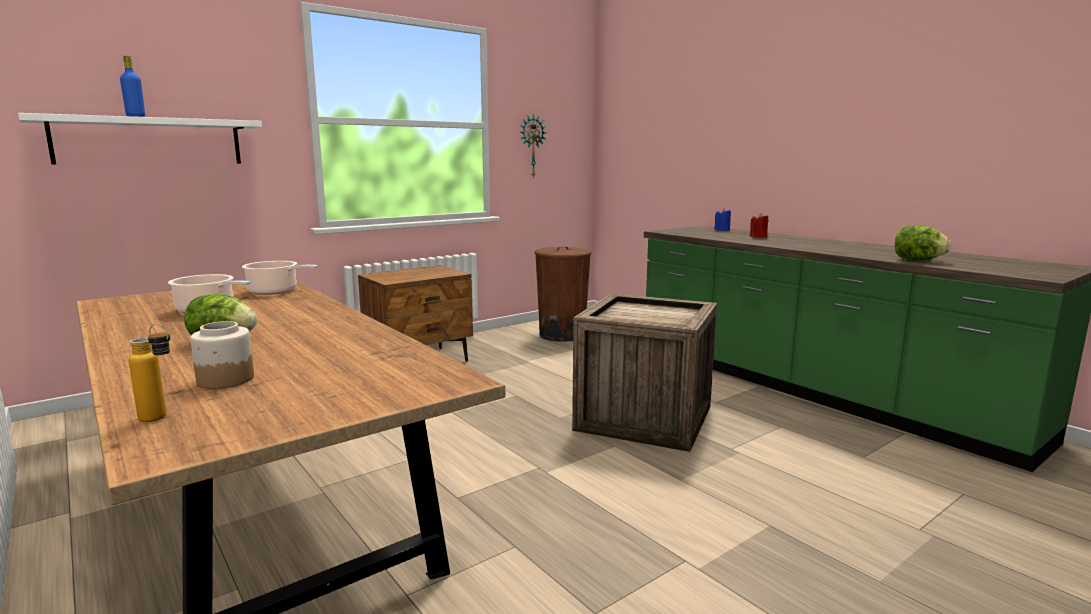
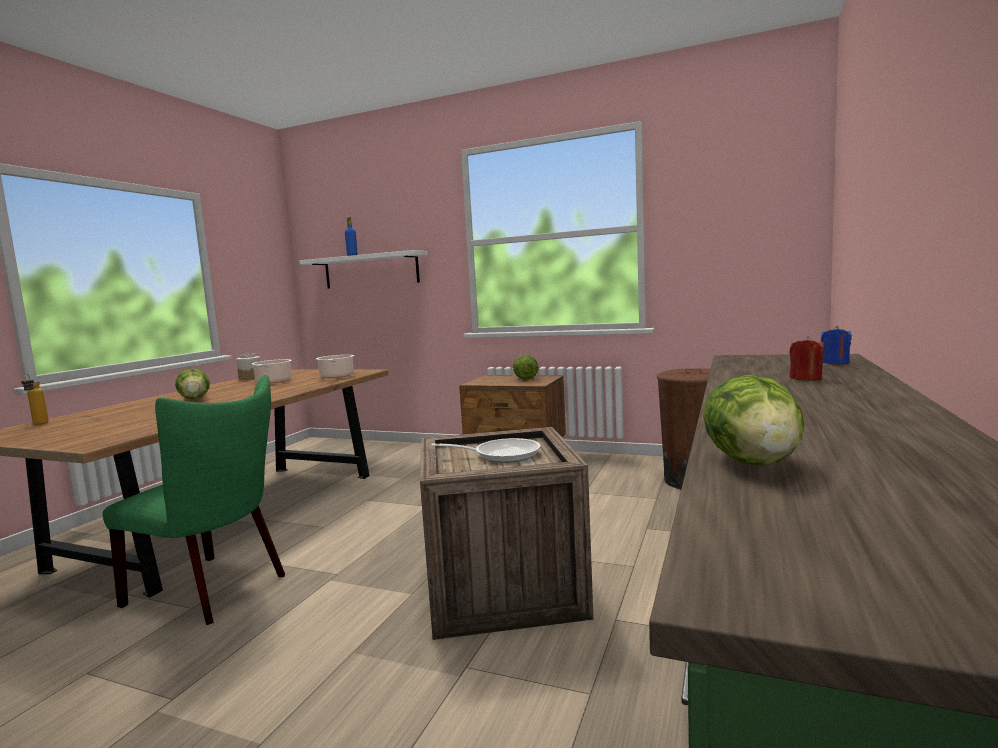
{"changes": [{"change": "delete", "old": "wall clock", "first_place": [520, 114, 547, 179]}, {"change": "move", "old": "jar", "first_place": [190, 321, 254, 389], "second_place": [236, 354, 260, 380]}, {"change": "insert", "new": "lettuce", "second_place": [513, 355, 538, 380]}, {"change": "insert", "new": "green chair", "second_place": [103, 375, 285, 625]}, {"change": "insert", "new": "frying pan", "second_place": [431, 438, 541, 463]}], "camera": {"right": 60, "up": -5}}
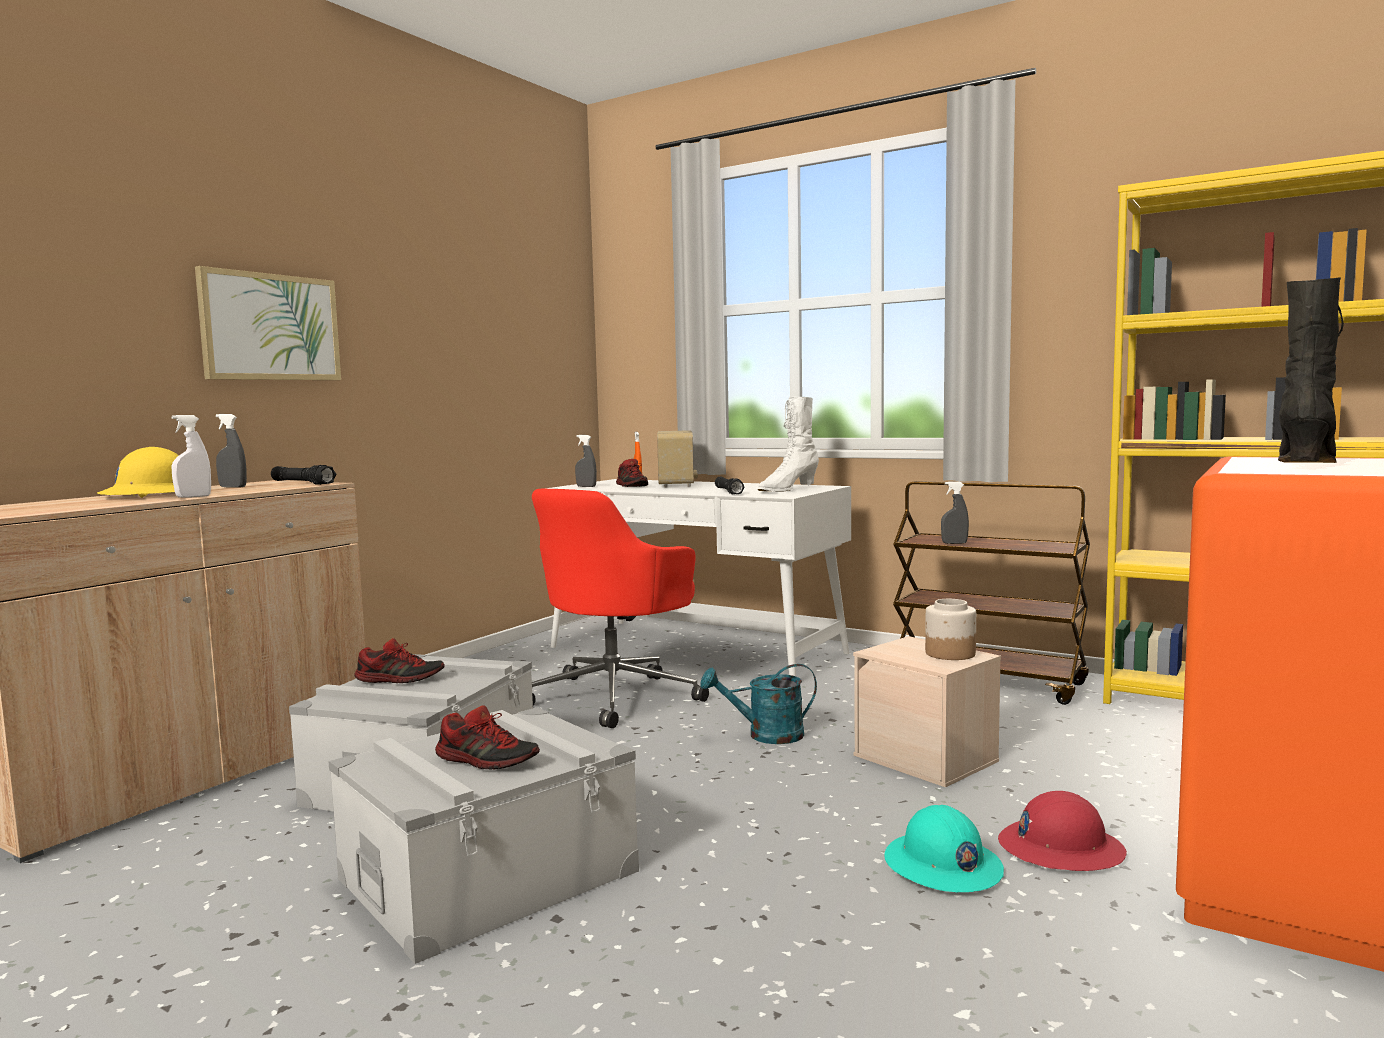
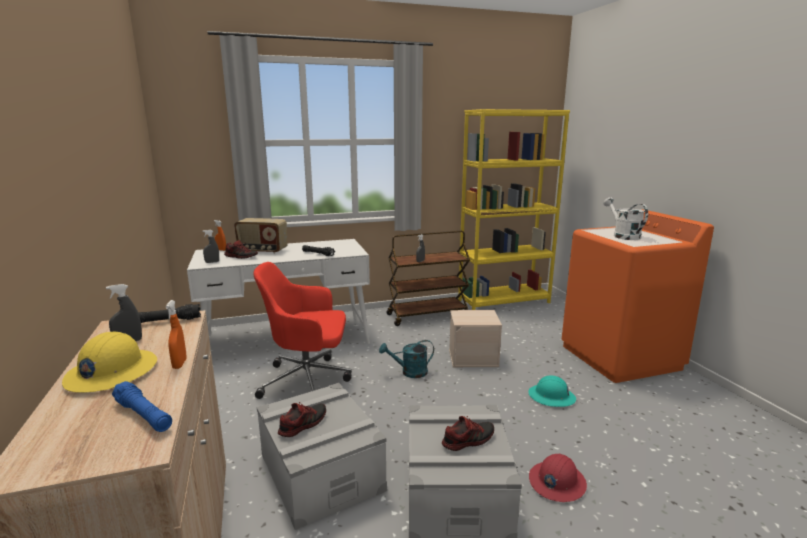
{"changes": [{"change": "delete", "old": "picture", "first_place": [195, 266, 341, 380]}, {"change": "replace", "old": "black boot", "new": "white watering can", "first_place": [1278, 277, 1344, 463], "second_place": [604, 197, 648, 240]}, {"change": "delete", "old": "white boot", "first_place": [758, 396, 819, 491]}, {"change": "recolor", "old": "white spray bottle", "new": "orange spray bottle", "first_place": [171, 415, 211, 498], "second_place": [166, 300, 187, 369]}, {"change": "rotate", "old": "radio", "first_place": [657, 430, 698, 487], "second_place": [234, 218, 288, 254], "degrees": 150}, {"change": "rotate", "old": "red office chair", "first_place": [532, 489, 709, 728], "second_place": [253, 262, 352, 399], "degrees": 105}, {"change": "delete", "old": "jar", "first_place": [925, 599, 976, 660]}, {"change": "rotate", "old": "turquoise watering can", "first_place": [701, 664, 817, 744], "second_place": [379, 340, 434, 378], "degrees": 45}, {"change": "move", "old": "red hard hat", "first_place": [998, 791, 1127, 871], "second_place": [529, 454, 587, 502]}, {"change": "insert", "new": "blue flashlight", "second_place": [112, 381, 172, 432]}], "camera": {"right": -50, "up": 10}}
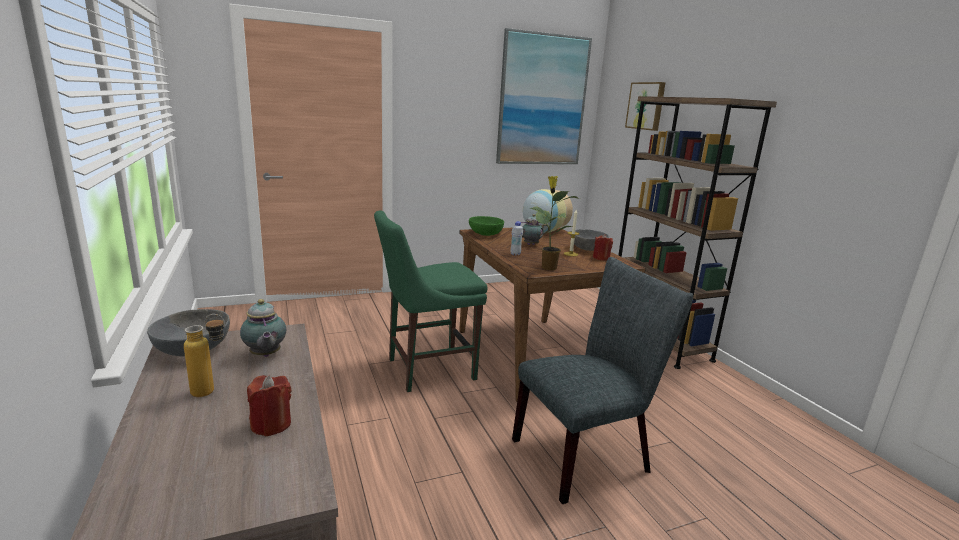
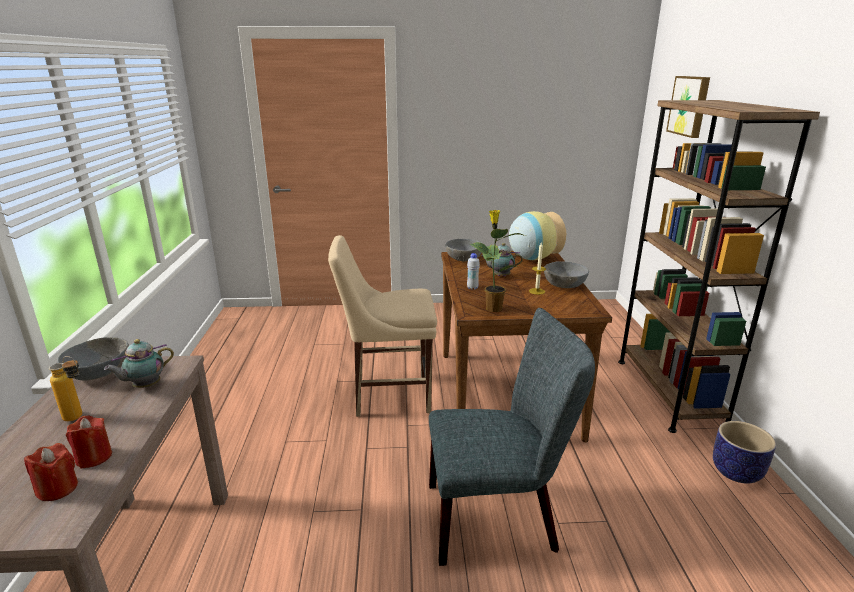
{"changes": [{"change": "delete", "old": "picture", "first_place": [496, 28, 592, 164]}, {"change": "recolor", "old": "green chair", "new": "beige chair", "first_place": [374, 211, 487, 392], "second_place": [328, 235, 437, 417]}, {"change": "recolor", "old": "green bowl", "new": "grey bowl", "first_place": [469, 216, 504, 236], "second_place": [445, 239, 482, 261]}, {"change": "move", "old": "red candle", "first_place": [593, 234, 613, 261], "second_place": [24, 443, 78, 501]}, {"change": "rotate", "old": "teapot", "first_place": [240, 299, 286, 357], "second_place": [104, 339, 174, 388], "degrees": 60}, {"change": "insert", "new": "planter", "second_place": [713, 421, 776, 484]}], "camera": {"right": 20, "up": 5}}
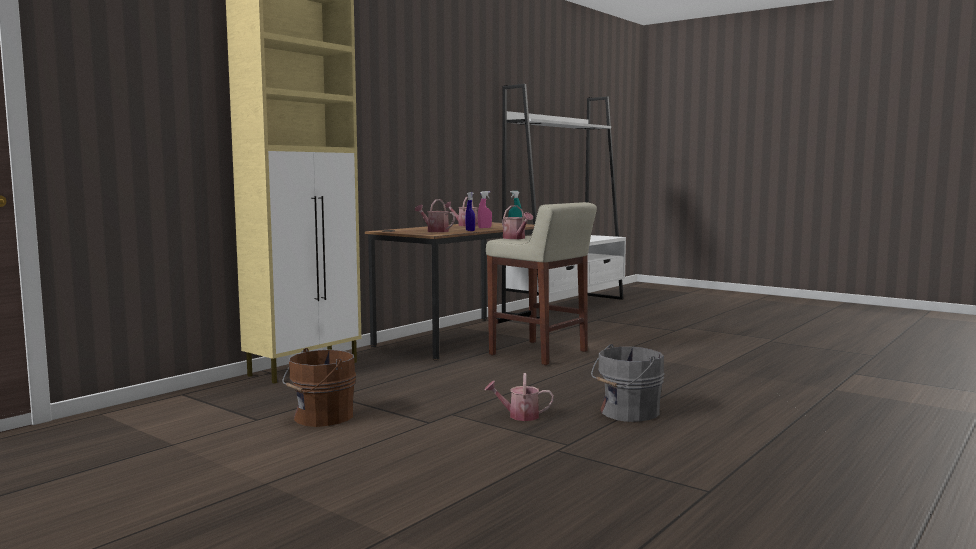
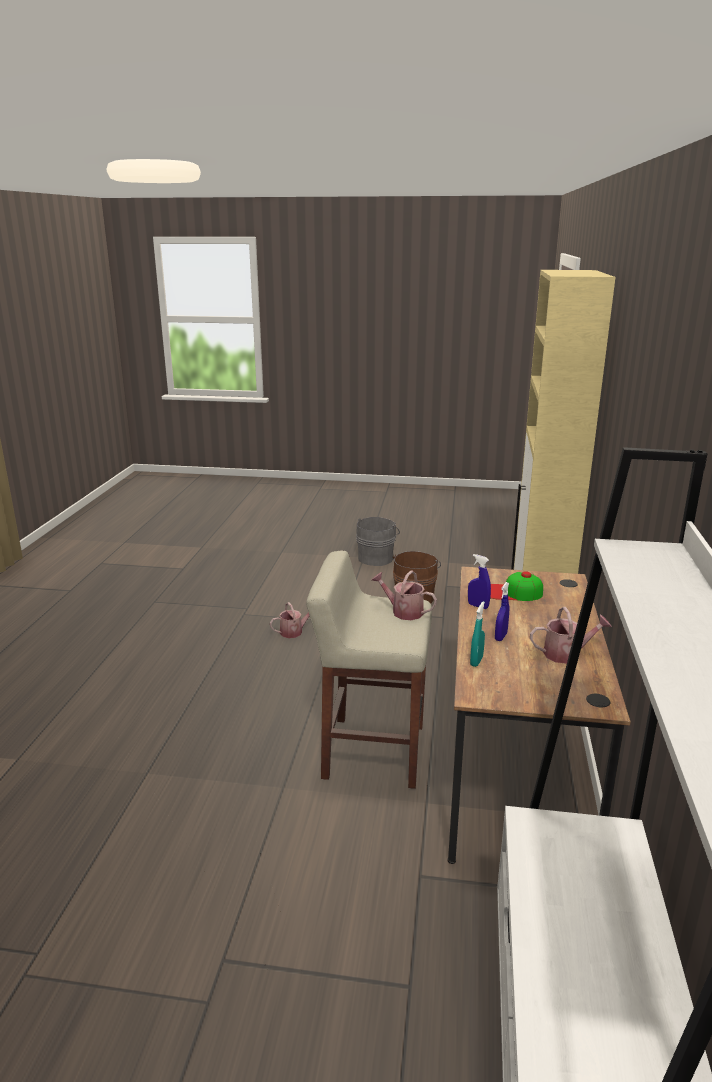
{"changes": [{"change": "recolor", "old": "pink spray bottle", "new": "blue spray bottle", "first_place": [478, 191, 492, 228], "second_place": [495, 582, 509, 641]}, {"change": "replace", "old": "watering can", "new": "cap", "first_place": [415, 199, 455, 232], "second_place": [490, 571, 543, 601]}, {"change": "move", "old": "grey bucket", "first_place": [591, 344, 665, 422], "second_place": [356, 517, 400, 566]}], "camera": {"right": 150, "up": 15}}
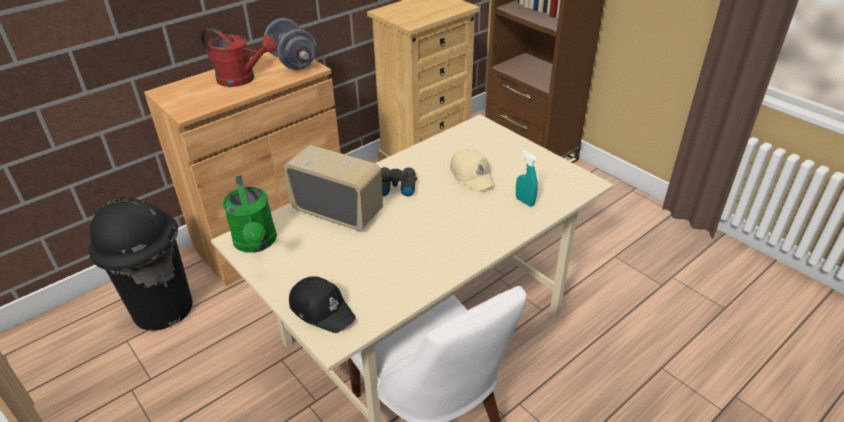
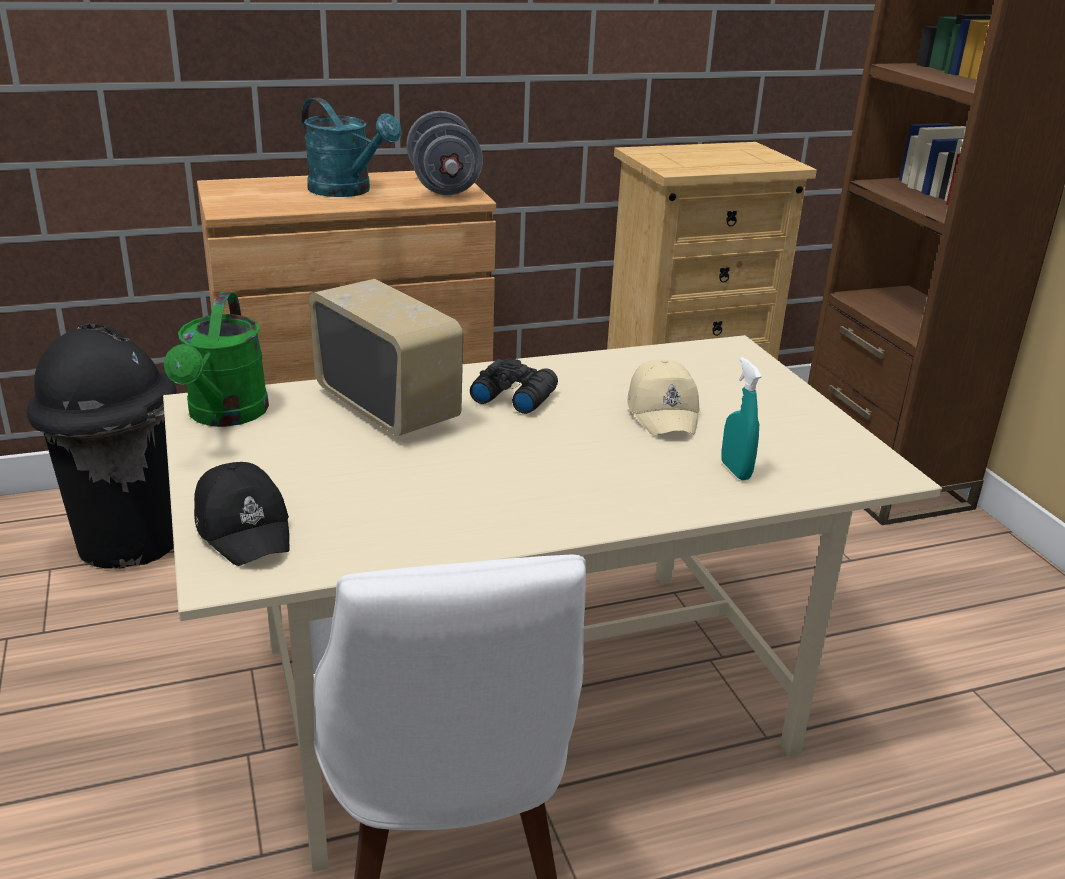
{"changes": [{"change": "recolor", "old": "red watering can", "new": "turquoise watering can", "first_place": [201, 28, 277, 87], "second_place": [301, 97, 402, 197]}], "camera": {"right": 20, "up": -10}}
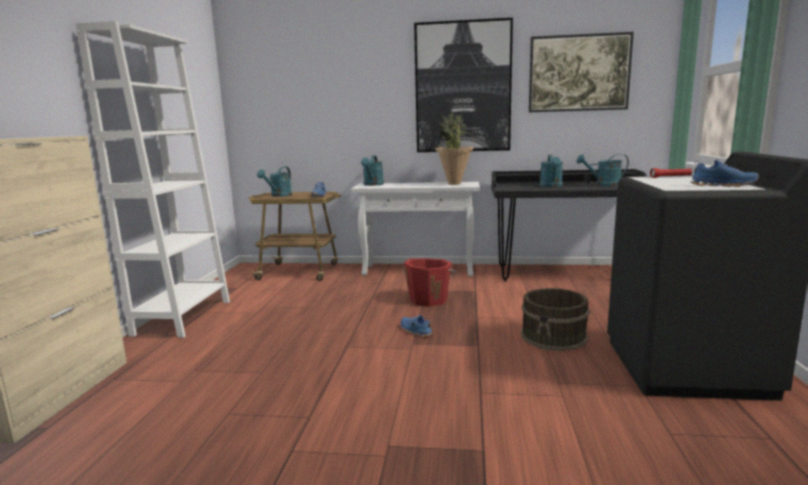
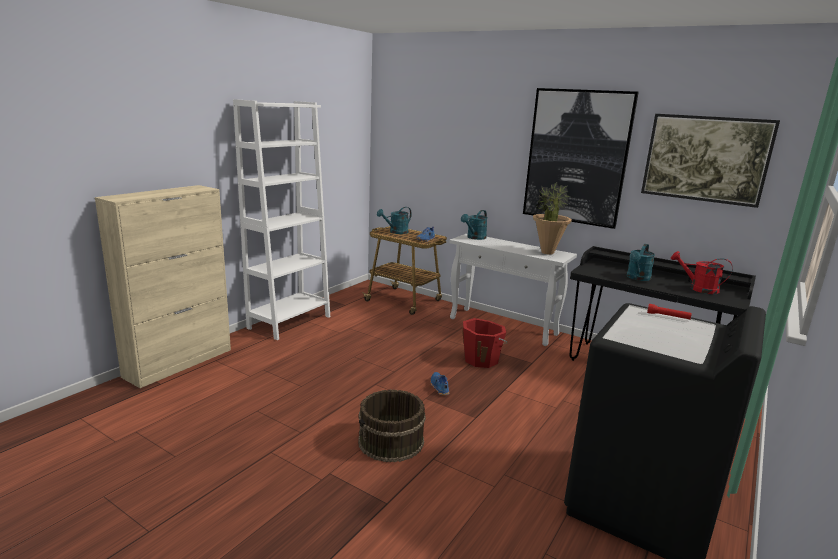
{"changes": [{"change": "recolor", "old": "turquoise watering can", "new": "red watering can", "first_place": [577, 154, 629, 187], "second_place": [671, 251, 733, 294]}, {"change": "delete", "old": "blue shoe", "first_place": [690, 159, 759, 187]}, {"change": "move", "old": "brown bucket", "first_place": [521, 288, 589, 351], "second_place": [358, 389, 426, 462]}], "camera": {"right": 25, "up": 5}}
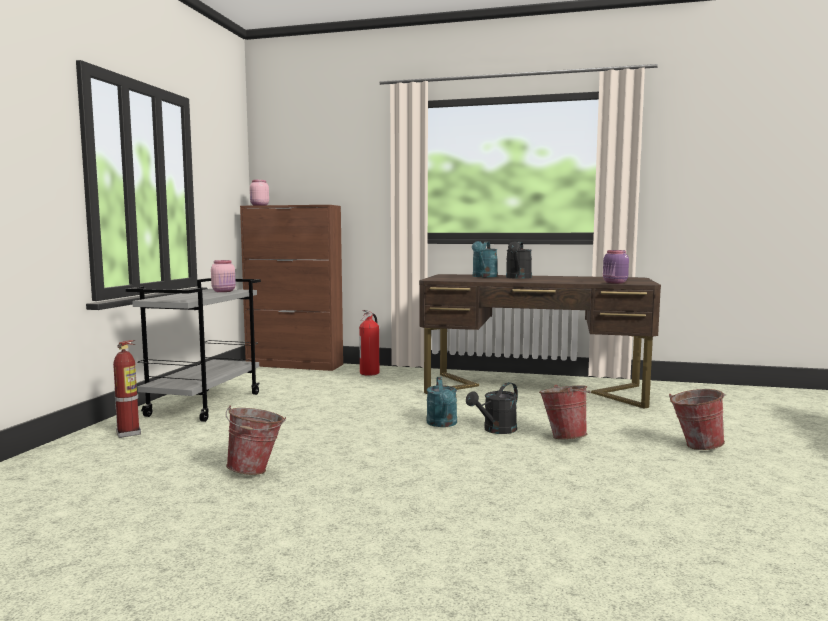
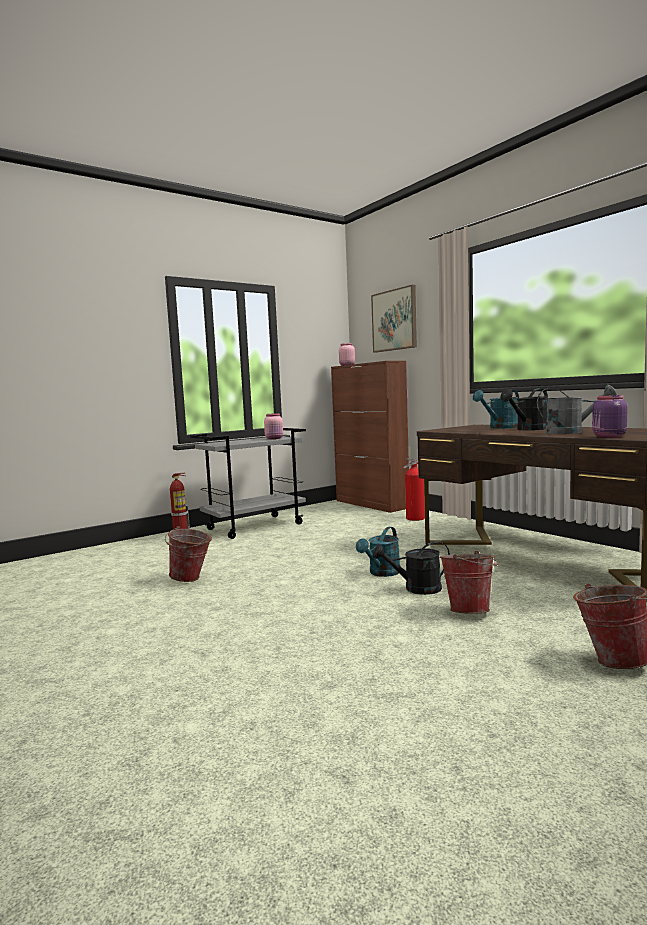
{"changes": [{"change": "insert", "new": "picture", "second_place": [371, 285, 417, 352]}, {"change": "insert", "new": "grey watering can", "second_place": [537, 385, 617, 434]}], "camera": {"right": 40, "up": 0}}
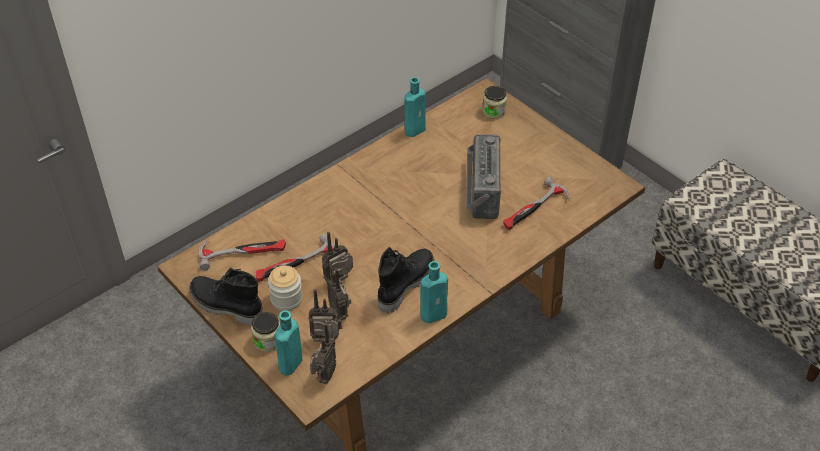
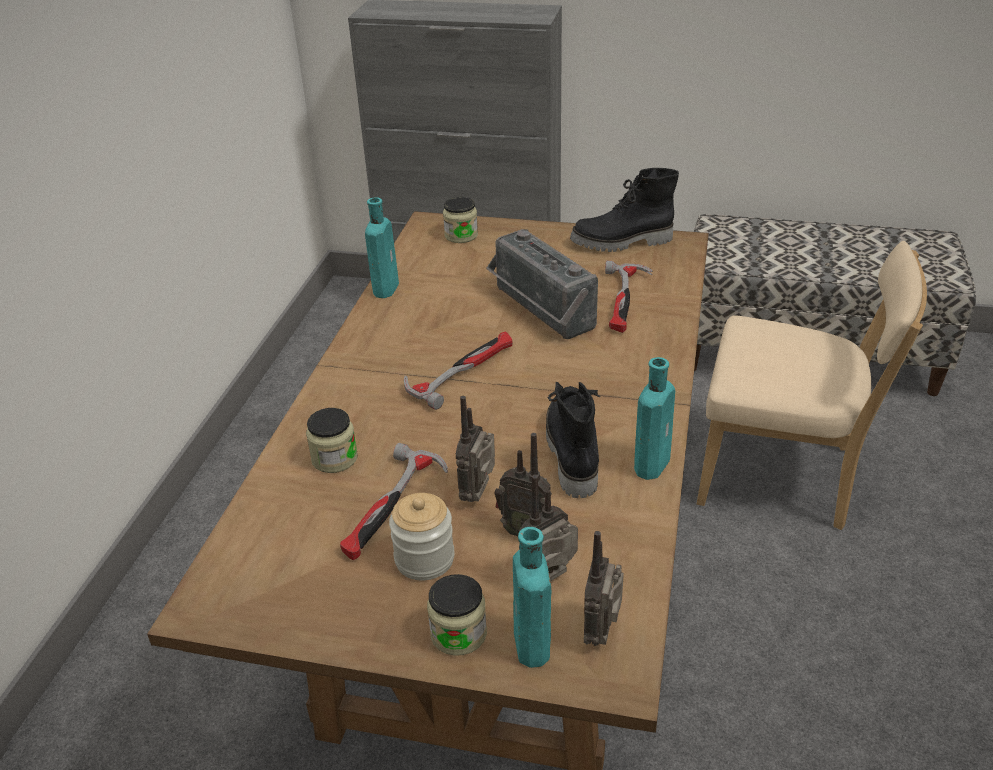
{"changes": [{"change": "move", "old": "hammer", "first_place": [199, 239, 286, 270], "second_place": [404, 332, 513, 410]}, {"change": "move", "old": "black boot", "first_place": [190, 267, 263, 326], "second_place": [570, 168, 679, 252]}, {"change": "rotate", "old": "radio", "first_place": [310, 323, 336, 384], "second_place": [584, 531, 624, 646], "degrees": -150}, {"change": "insert", "new": "beige chair", "second_place": [697, 241, 927, 530]}, {"change": "insert", "new": "jar", "second_place": [306, 408, 358, 473]}], "camera": {"right": -35, "up": -10}}
